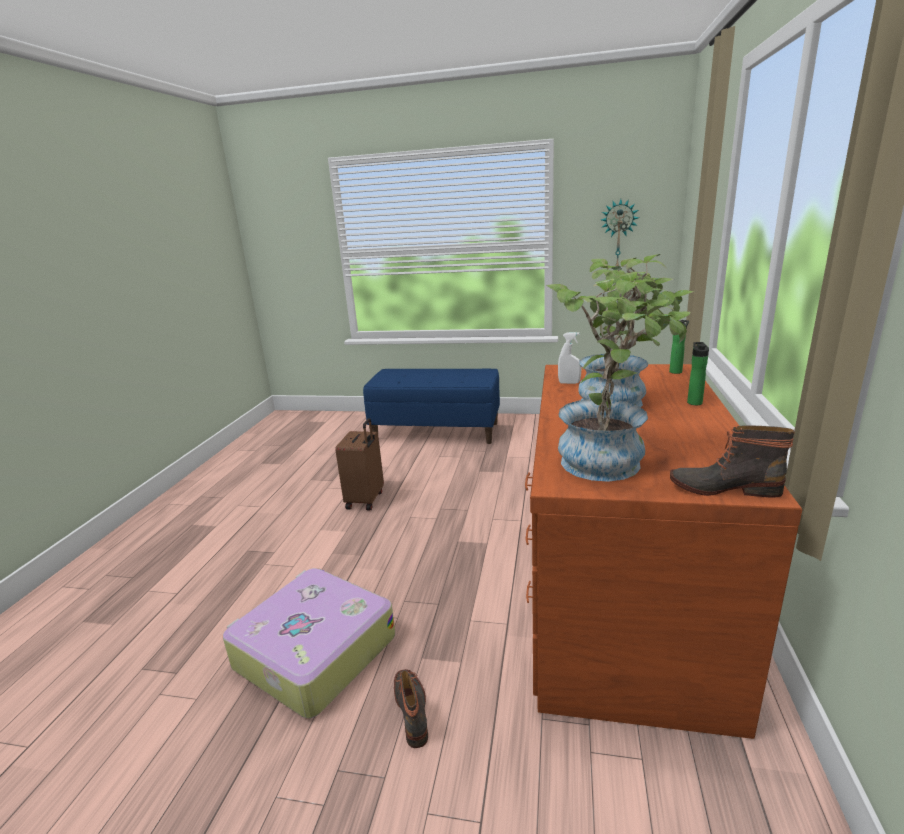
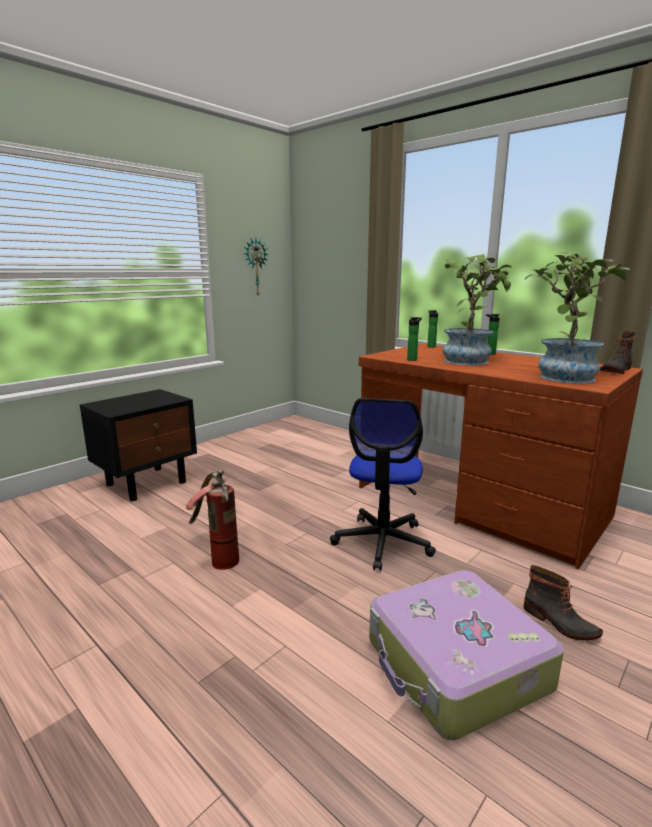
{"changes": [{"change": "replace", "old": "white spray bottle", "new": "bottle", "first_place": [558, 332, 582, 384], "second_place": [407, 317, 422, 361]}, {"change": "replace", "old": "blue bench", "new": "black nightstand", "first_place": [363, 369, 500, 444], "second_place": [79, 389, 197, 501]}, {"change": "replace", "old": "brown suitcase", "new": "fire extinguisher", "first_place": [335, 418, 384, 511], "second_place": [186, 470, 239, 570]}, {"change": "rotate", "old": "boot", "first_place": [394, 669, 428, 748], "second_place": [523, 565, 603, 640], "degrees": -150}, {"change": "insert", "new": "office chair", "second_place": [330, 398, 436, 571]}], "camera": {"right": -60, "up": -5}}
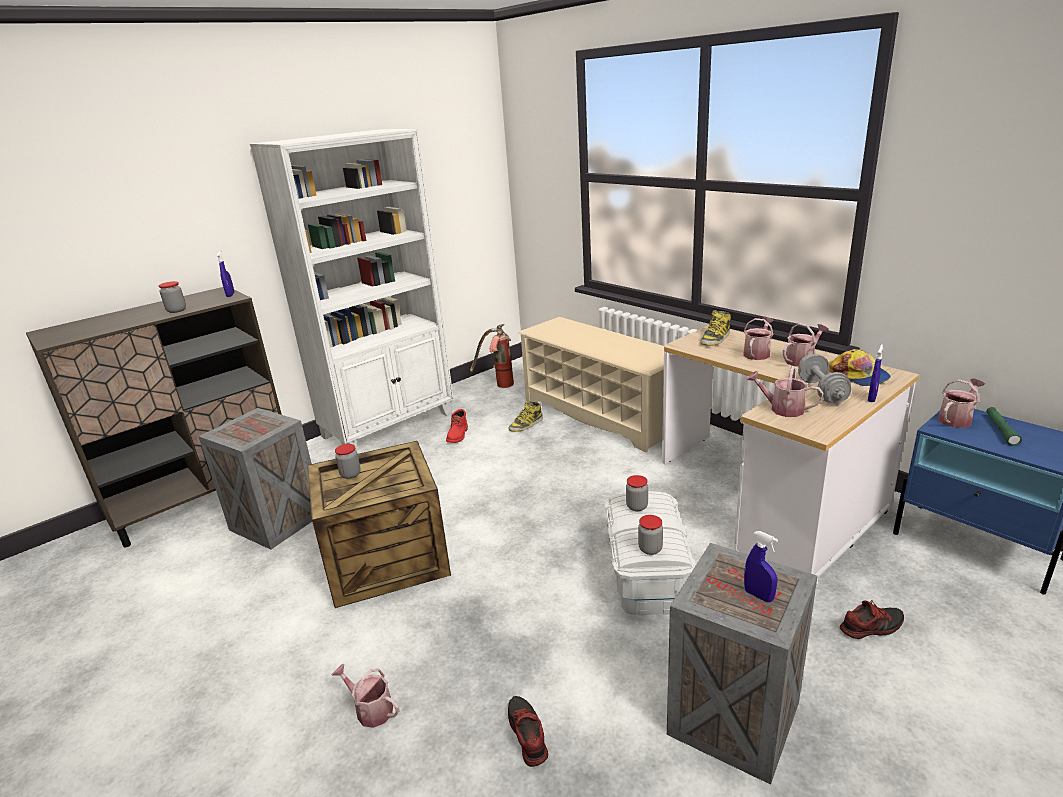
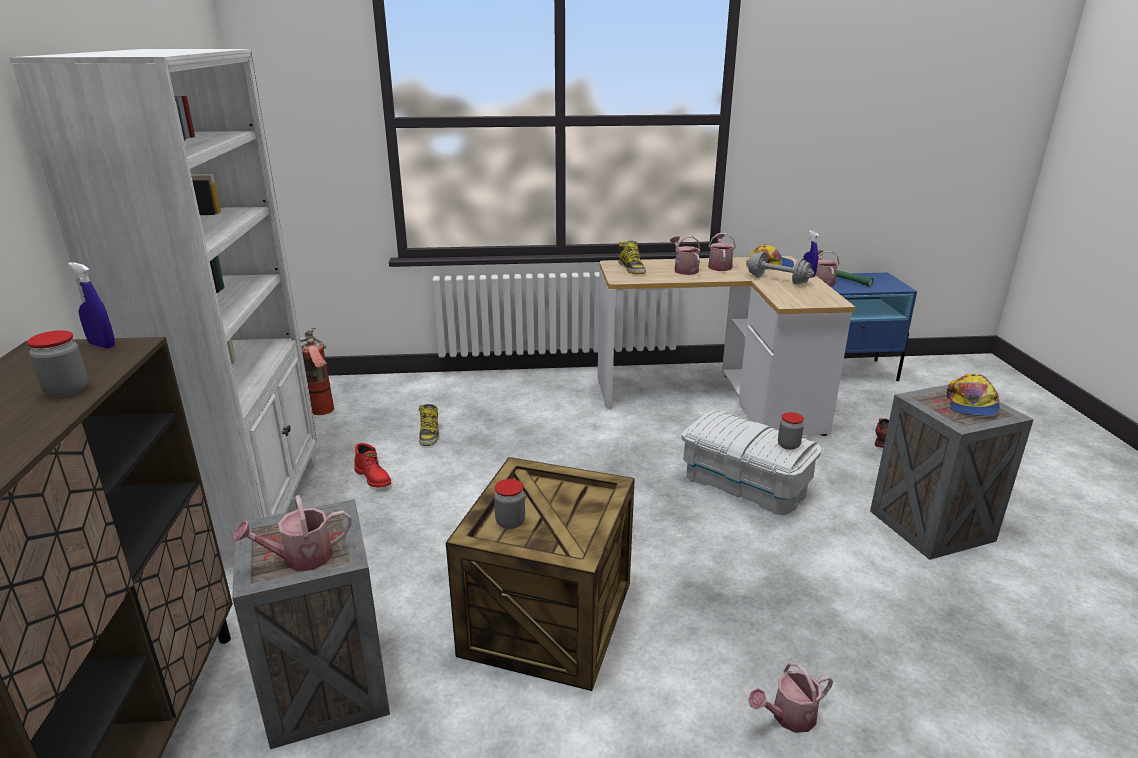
{"changes": [{"change": "delete", "old": "beige shoe rack", "first_place": [518, 317, 664, 452]}, {"change": "move", "old": "watering can", "first_place": [746, 366, 824, 417], "second_place": [233, 495, 351, 571]}, {"change": "delete", "old": "jar", "first_place": [626, 475, 648, 511]}, {"change": "replace", "old": "blue spray bottle", "new": "cap", "first_place": [744, 531, 778, 602], "second_place": [947, 374, 1000, 416]}, {"change": "delete", "old": "shoe", "first_place": [508, 696, 548, 767]}], "camera": {"right": -55, "up": 0}}
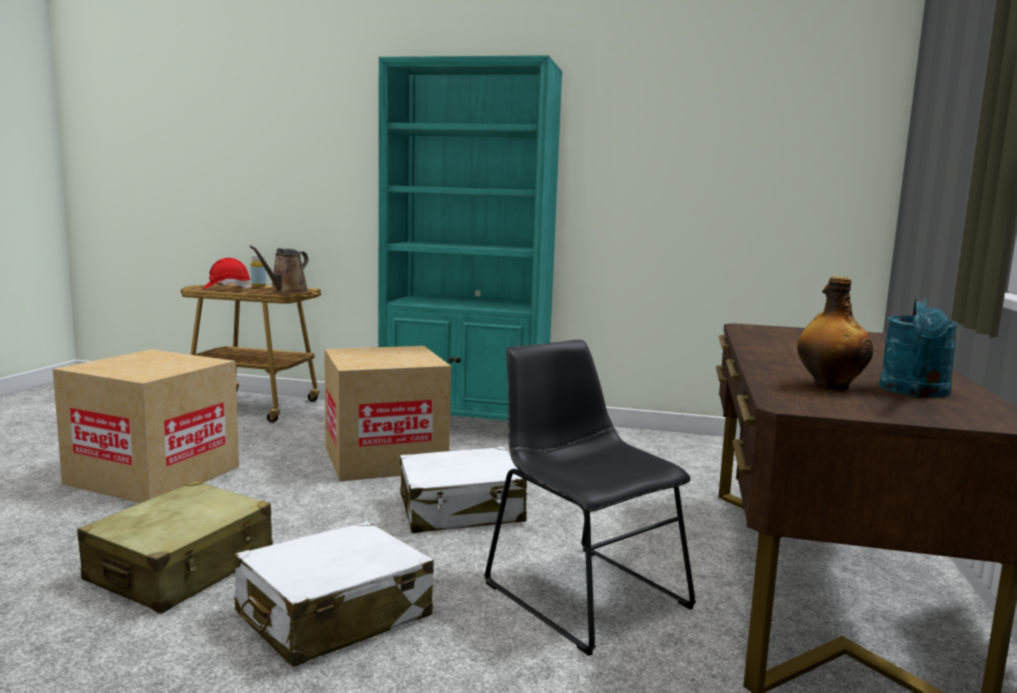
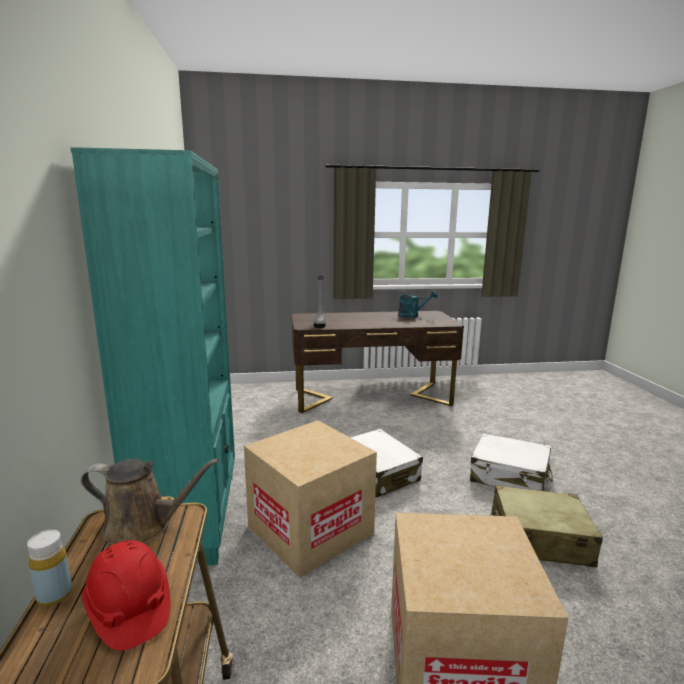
{"changes": [{"change": "delete", "old": "bottle", "first_place": [797, 277, 873, 390]}, {"change": "delete", "old": "black chair", "first_place": [484, 340, 696, 656]}, {"change": "insert", "new": "grey boot", "second_place": [314, 276, 326, 328]}], "camera": {"right": -110, "up": 5}}
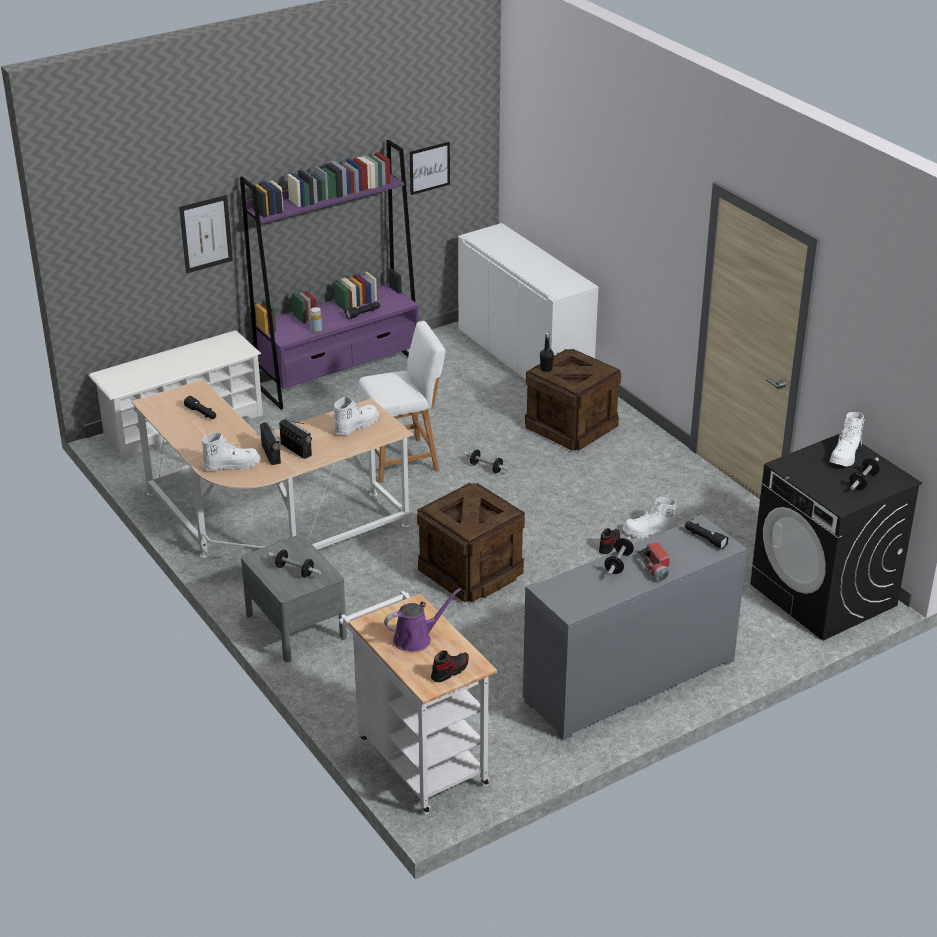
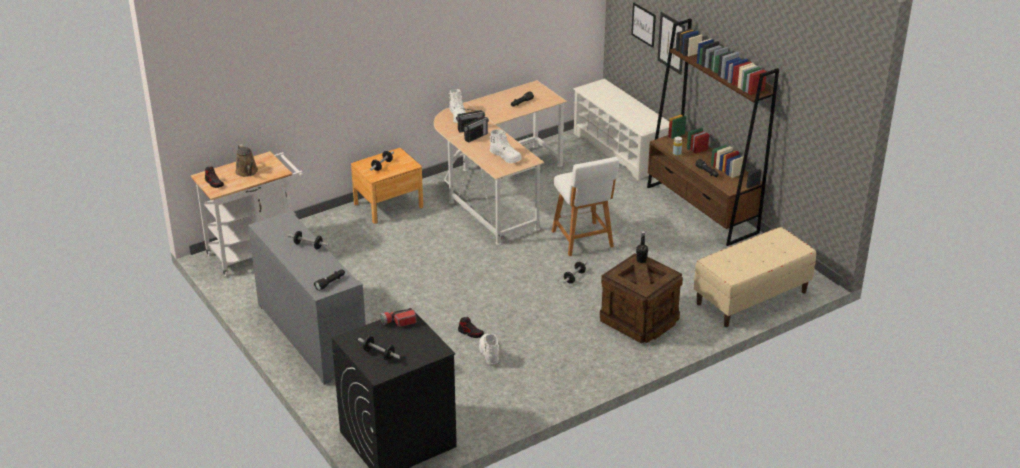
{"changes": [{"change": "recolor", "old": "purple bookcase", "new": "brown bookcase", "first_place": [240, 140, 419, 410], "second_place": [647, 19, 779, 246]}, {"change": "move", "old": "picture", "first_place": [410, 142, 450, 195], "second_place": [631, 3, 656, 48]}, {"change": "replace", "old": "white cabinet", "new": "beige bench", "first_place": [458, 223, 598, 380], "second_place": [694, 227, 816, 327]}, {"change": "delete", "old": "white boot", "first_place": [829, 412, 865, 466]}, {"change": "delete", "old": "crate", "first_place": [417, 483, 525, 602]}, {"change": "recolor", "old": "grey nightstand", "new": "brown nightstand", "first_place": [241, 535, 347, 662], "second_place": [351, 148, 423, 224]}, {"change": "move", "old": "flashlight", "first_place": [638, 542, 670, 581], "second_place": [380, 309, 416, 327]}, {"change": "recolor", "old": "purple watering can", "new": "brown watering can", "first_place": [384, 588, 461, 652], "second_place": [235, 144, 258, 177]}], "camera": {"right": 90, "up": 0}}
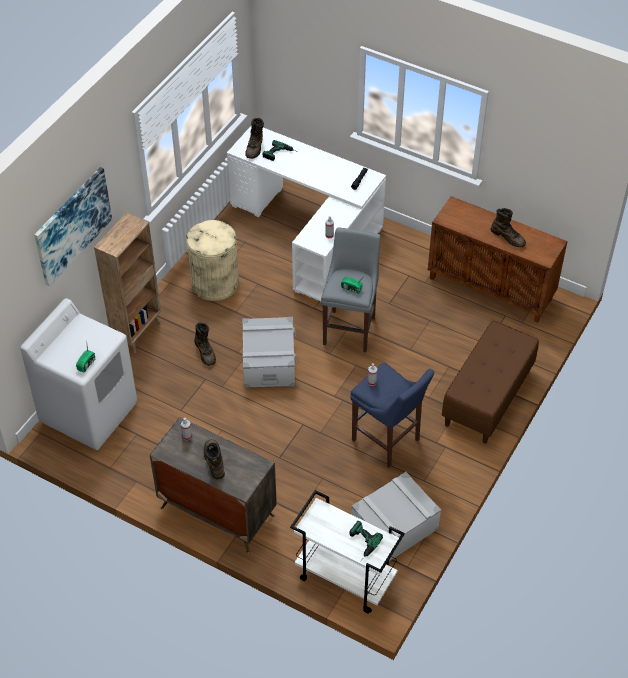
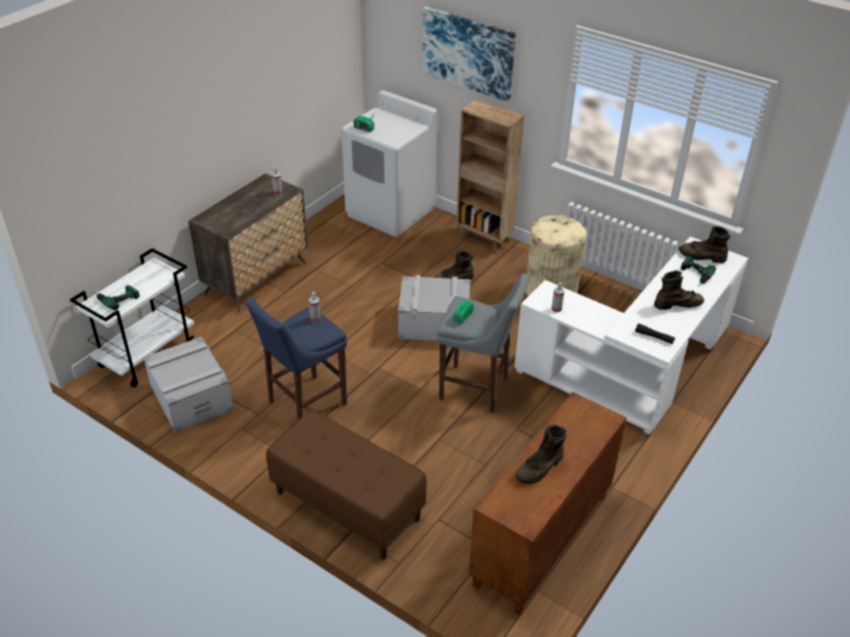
{"changes": [{"change": "move", "old": "brown boot", "first_place": [204, 439, 225, 479], "second_place": [654, 270, 704, 310]}], "camera": {"right": 95, "up": -10}}
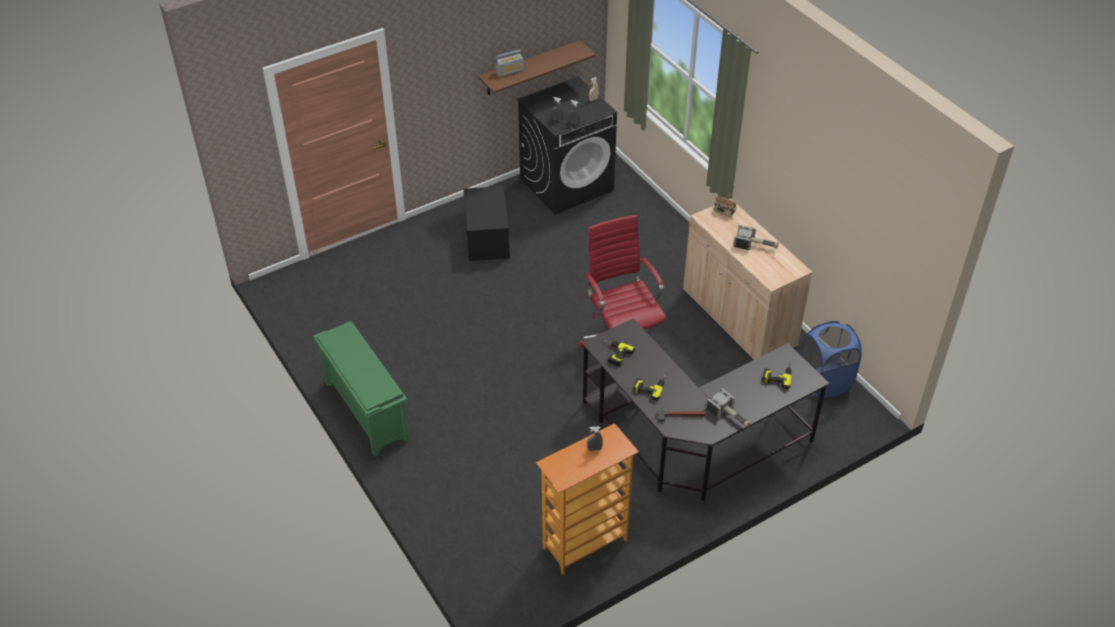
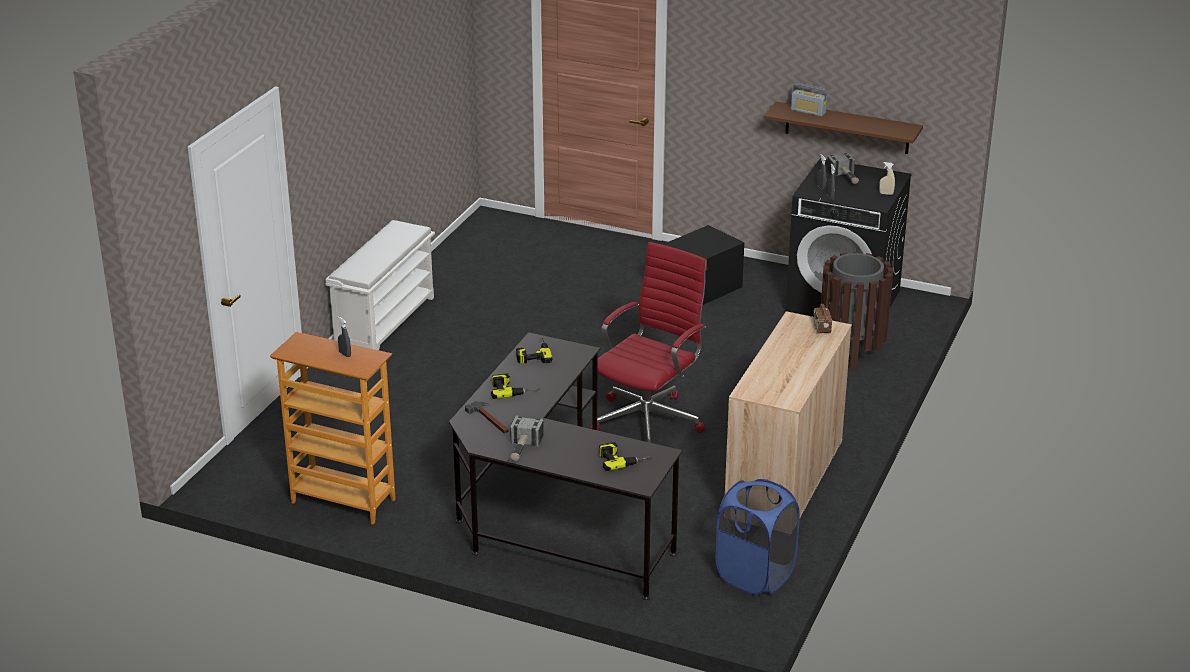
{"changes": [{"change": "move", "old": "hammer", "first_place": [733, 225, 779, 250], "second_place": [827, 153, 859, 184]}, {"change": "recolor", "old": "green shoe rack", "new": "white shoe rack", "first_place": [313, 321, 410, 457], "second_place": [325, 220, 435, 350]}, {"change": "insert", "new": "brown trash can", "second_place": [821, 252, 893, 370]}], "camera": {"right": 55, "up": -15}}
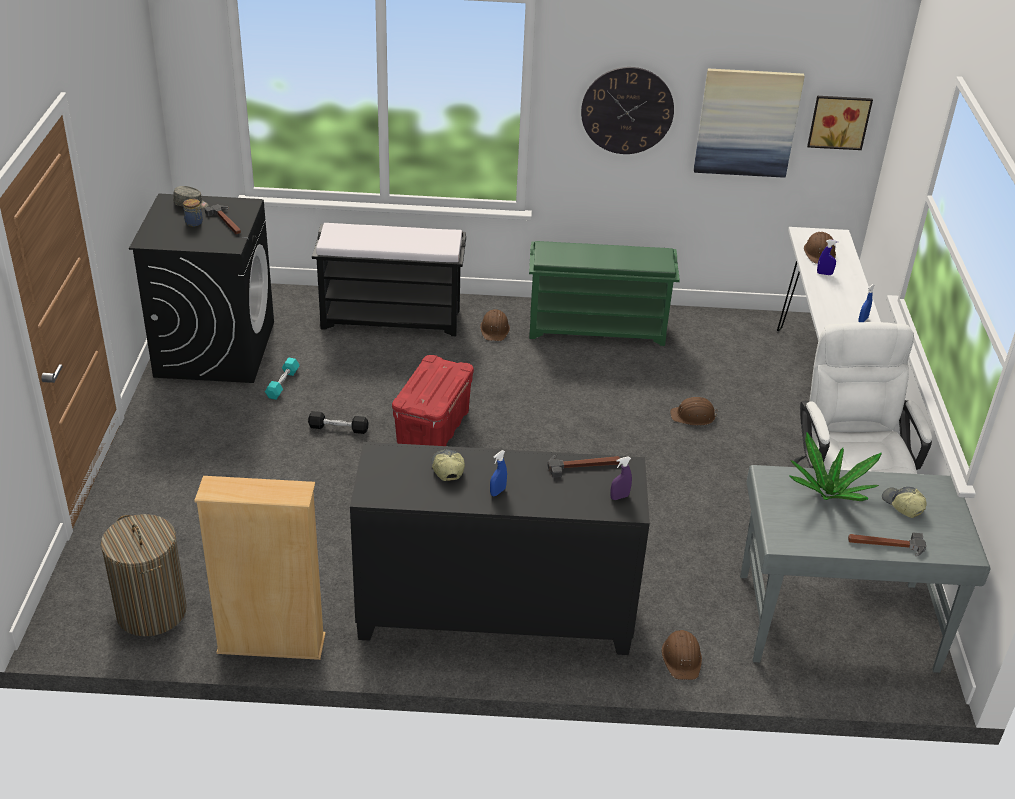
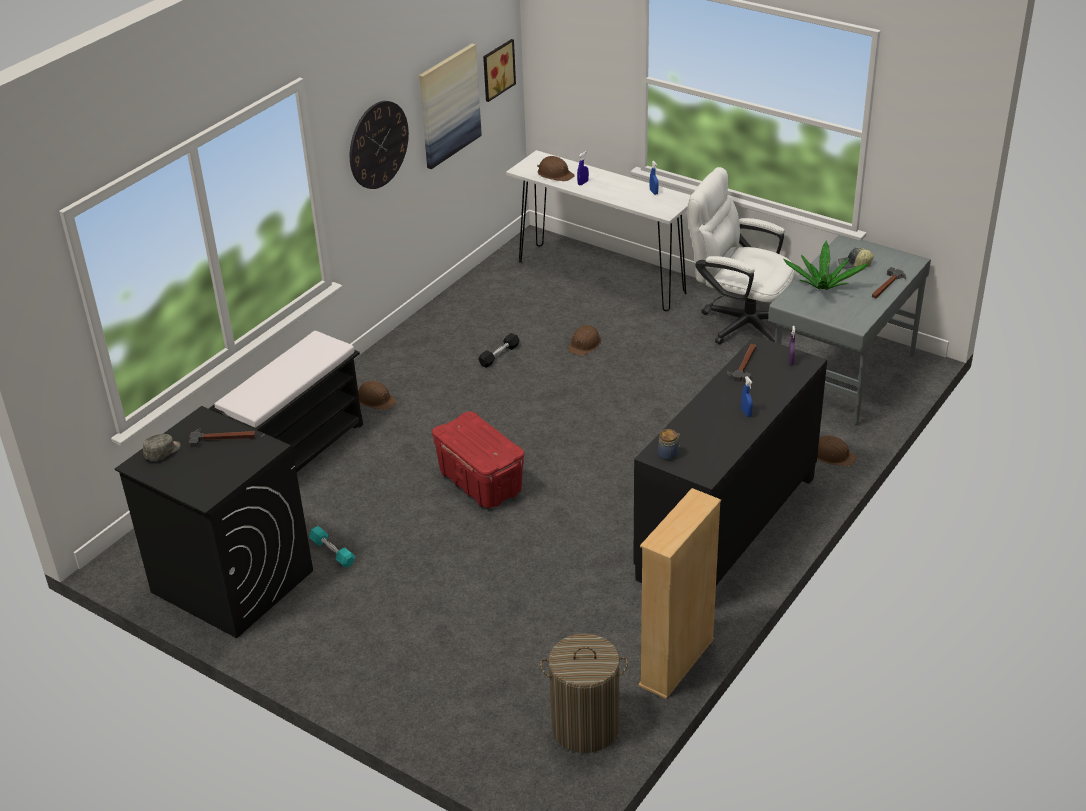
{"changes": [{"change": "move", "old": "jar", "first_place": [183, 199, 203, 227], "second_place": [658, 429, 680, 461]}, {"change": "delete", "old": "green shoe rack", "first_place": [529, 241, 680, 346]}, {"change": "move", "old": "black dumbbell", "first_place": [308, 411, 369, 434], "second_place": [478, 333, 520, 368]}, {"change": "delete", "old": "cap", "first_place": [431, 449, 465, 481]}], "camera": {"right": -55, "up": 0}}
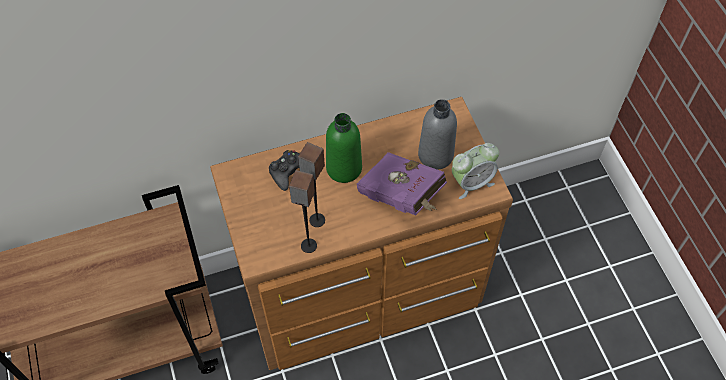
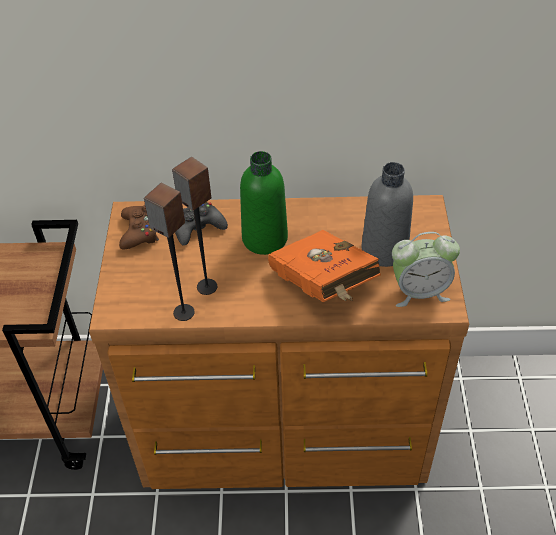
{"changes": [{"change": "recolor", "old": "purple book", "new": "orange book", "first_place": [357, 152, 447, 216], "second_place": [268, 230, 381, 302]}, {"change": "insert", "new": "brown game controller", "second_place": [119, 204, 159, 249]}], "camera": {"right": 20, "up": -10}}
